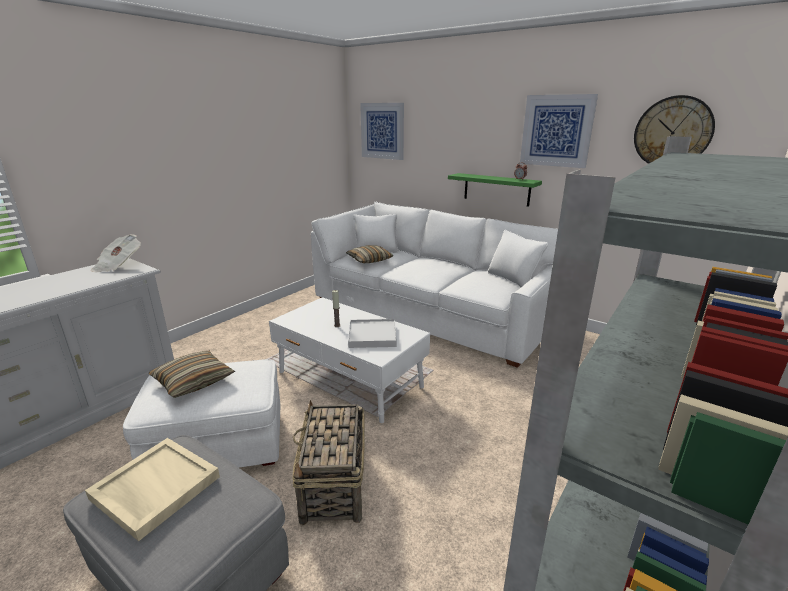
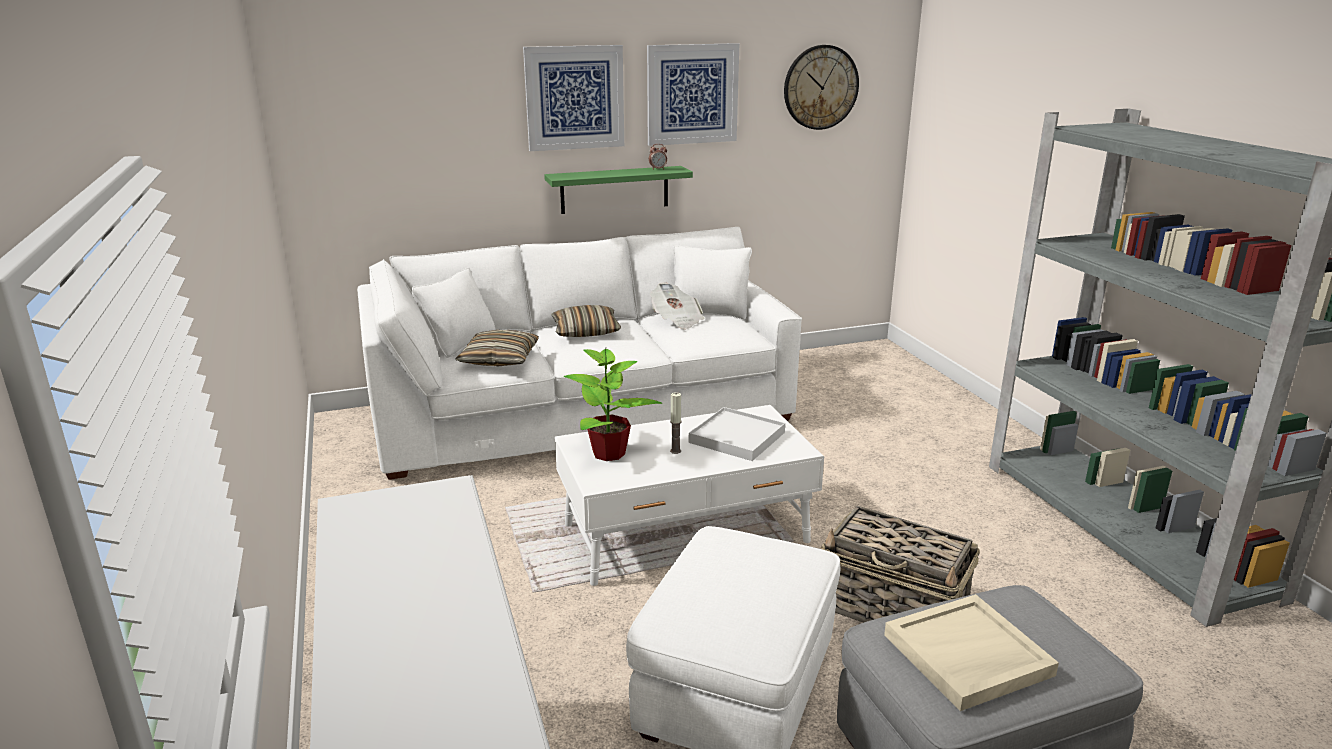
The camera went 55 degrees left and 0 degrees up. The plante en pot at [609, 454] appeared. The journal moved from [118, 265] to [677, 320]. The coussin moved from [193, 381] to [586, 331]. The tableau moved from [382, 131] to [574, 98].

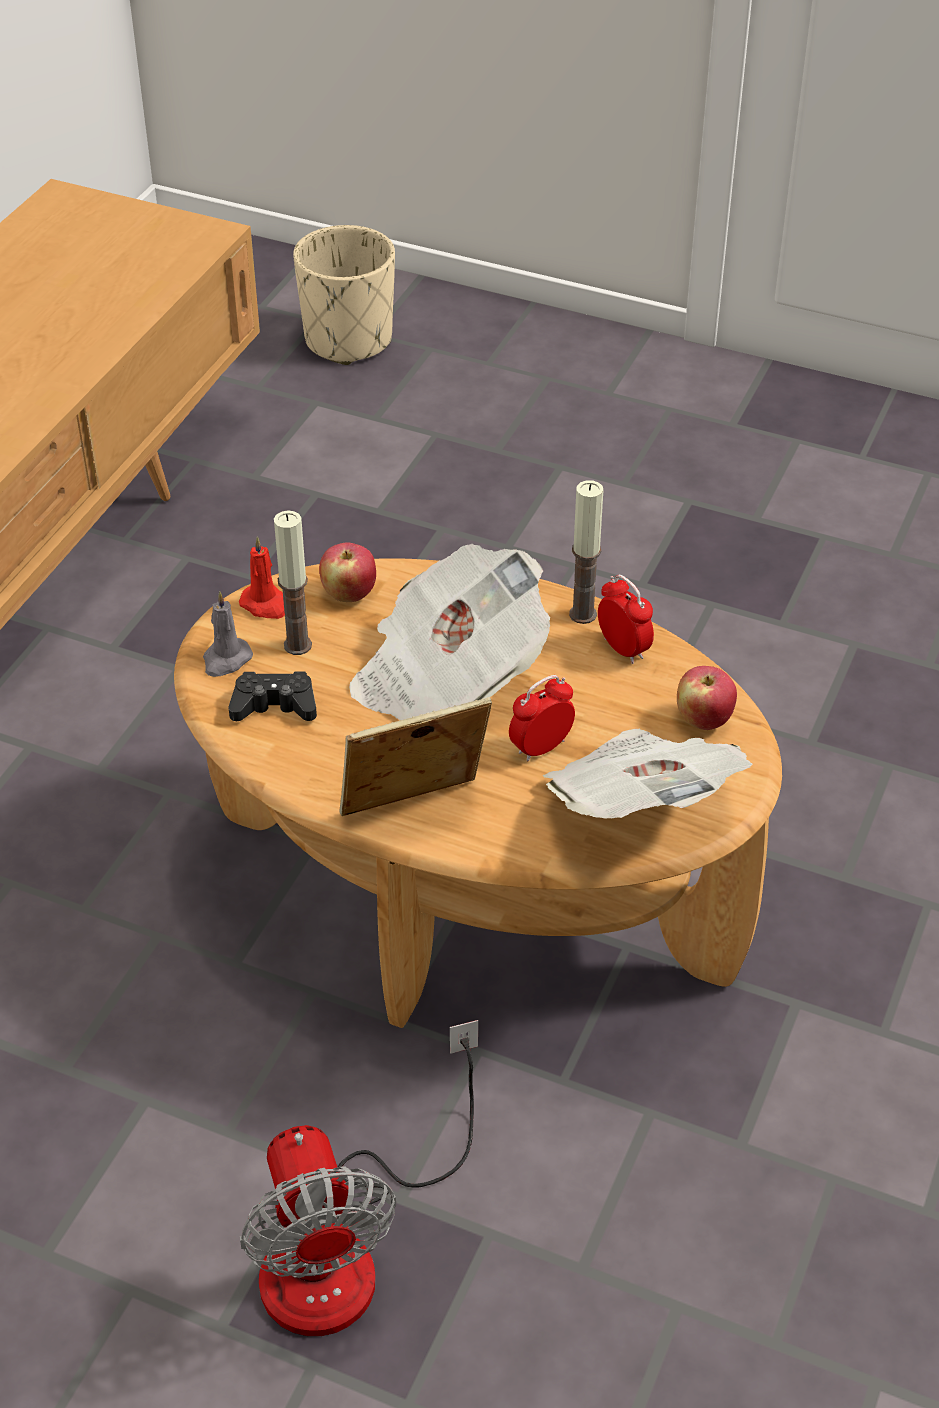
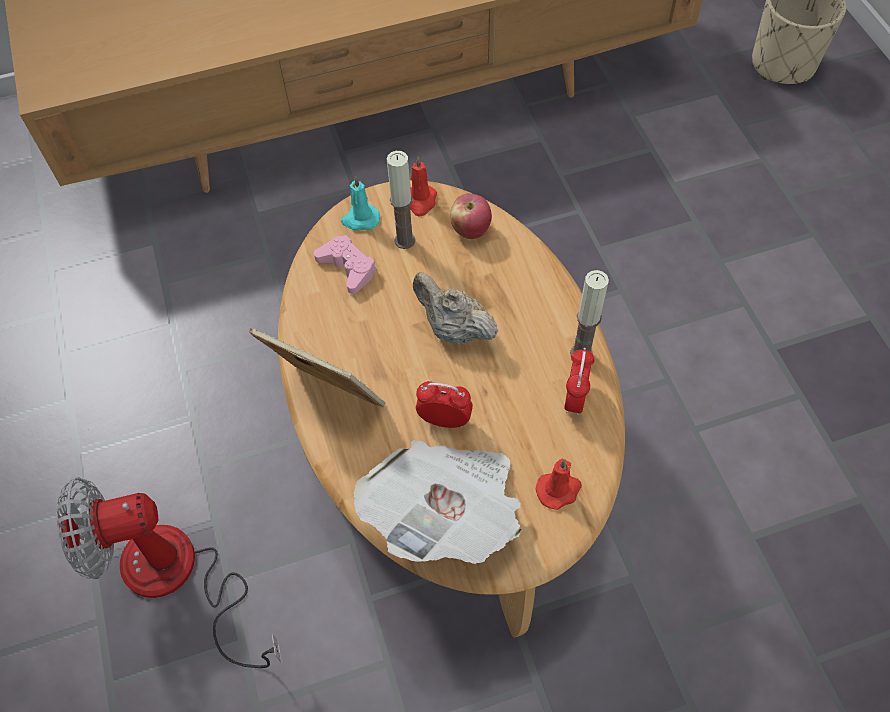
The camera went 50 degrees right and 15 degrees up. The journal at [447, 677] was replaced by the théière (beige) at [453, 329]. The pomme at [703, 719] was replaced by the bougie (rouge) at [559, 490]. The bougie (gris) at [226, 660] became the bougie (turquoise) at [360, 219]. The manette (noir) at [274, 705] became the manette (rose) at [348, 268]. The ventilateur at [346, 1248] turned 45 degrees clockwise.

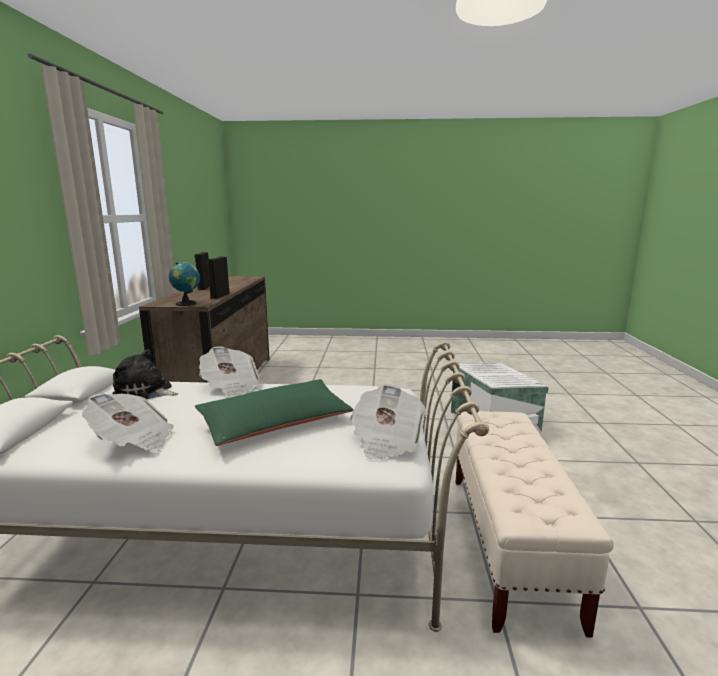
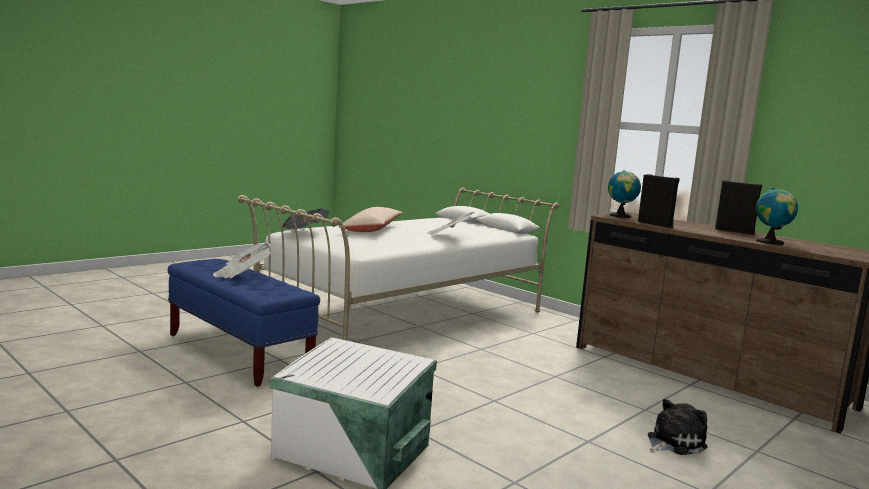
The camera went 130 degrees right and 5 degrees down. The globe at [771, 242] appeared. The journal moved from [133, 440] to [242, 275]. The peluche moved from [145, 392] to [673, 442]. The coussin (vert) at [276, 424] became the coussin (beige) at [371, 229]. The banc (beige) at [508, 543] became the banc (bleu) at [239, 353].

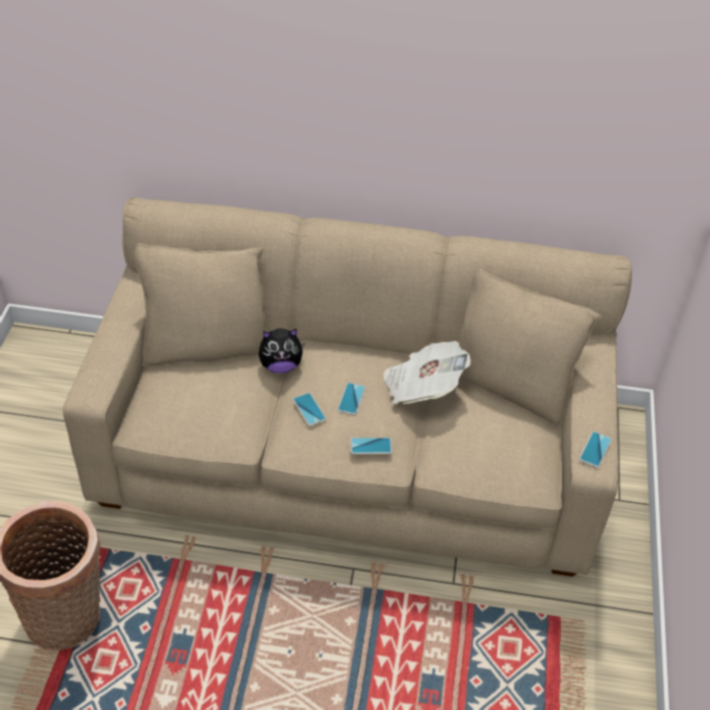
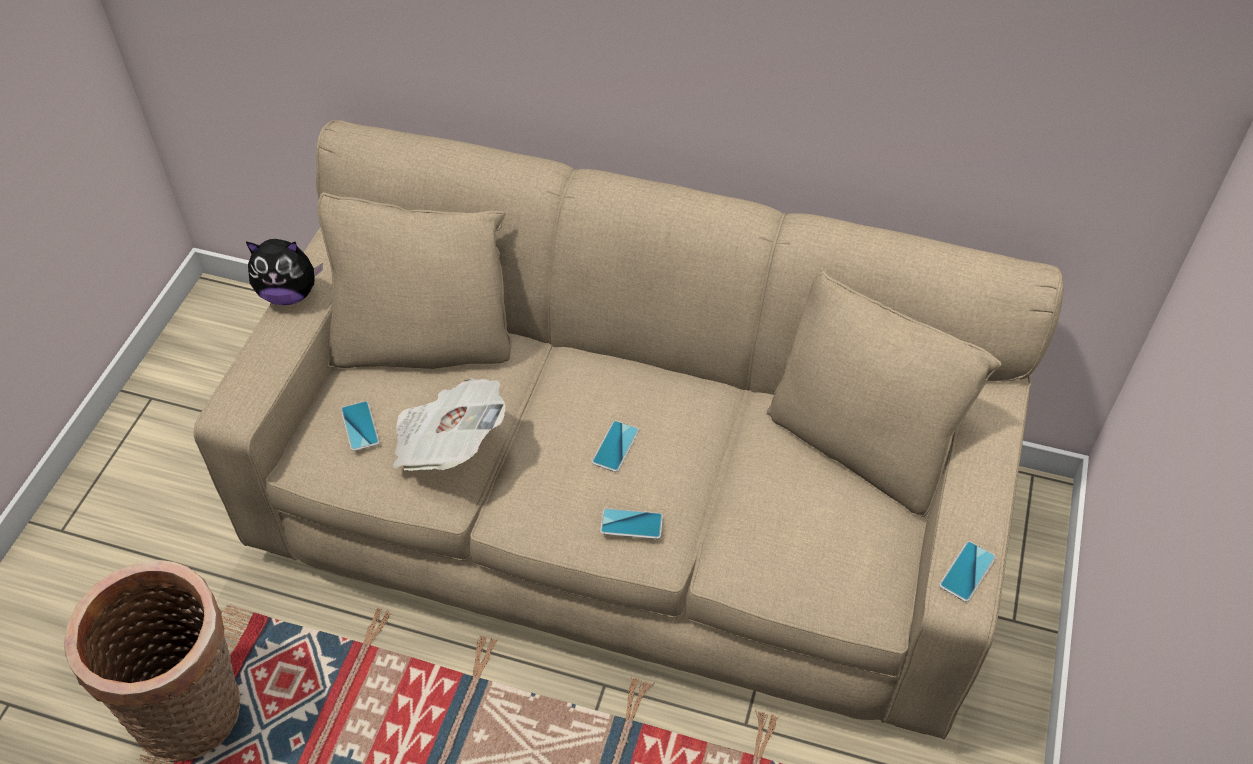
The camera went 10 degrees right and 5 degrees up. The peluche moved from [280, 365] to [289, 294]. The téléphone moved from [309, 409] to [360, 426]. The journal moved from [422, 387] to [448, 443].

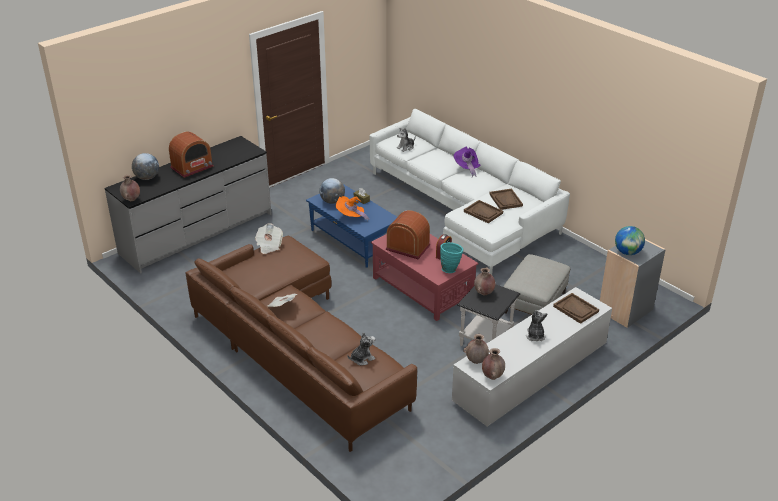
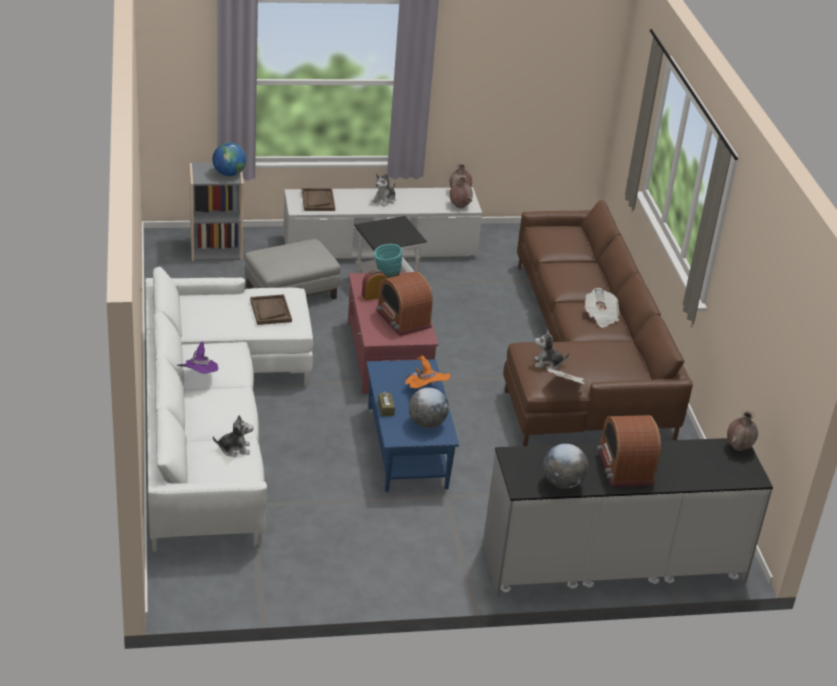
The camera went 150 degrees left and 0 degrees up. The vase (marron) at [484, 293] disappeared. The plateau (marron) at [506, 200] disappeared. The globe moved from [147, 177] to [562, 483]. The peluche moved from [362, 359] to [547, 364]. The radio at [192, 167] turned 90 degrees counterclockwise.

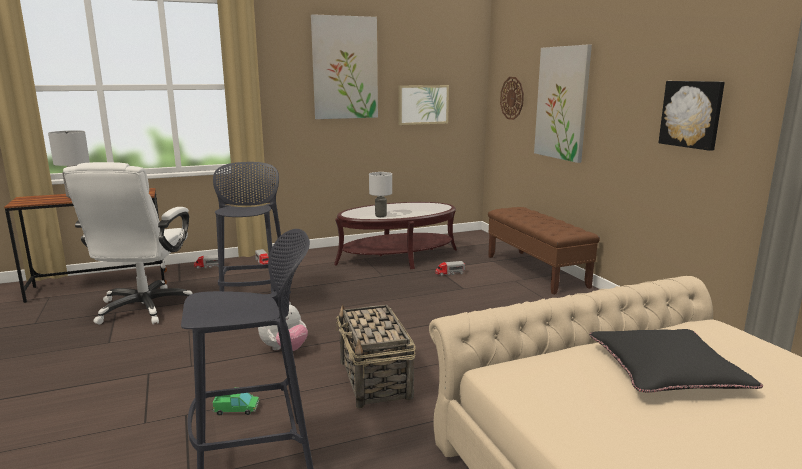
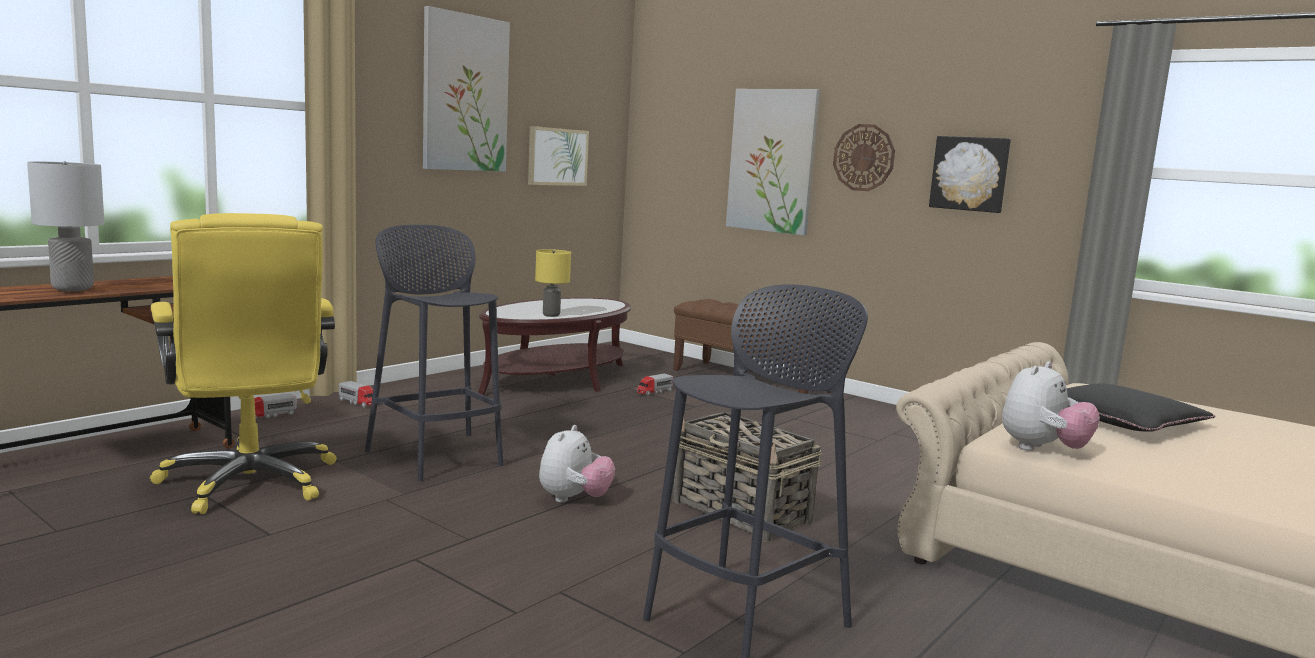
The camera went 30 degrees left and 5 degrees down. The camion jouet at [236, 409] disappeared. The peluche at [1042, 449] appeared. The horloge murale moved from [512, 98] to [864, 157]. The chaise de bureau (blanc) at [145, 307] became the chaise de bureau (jaune) at [250, 481]. The lampe de table (blanc) at [381, 216] became the lampe de table (jaune) at [552, 315].

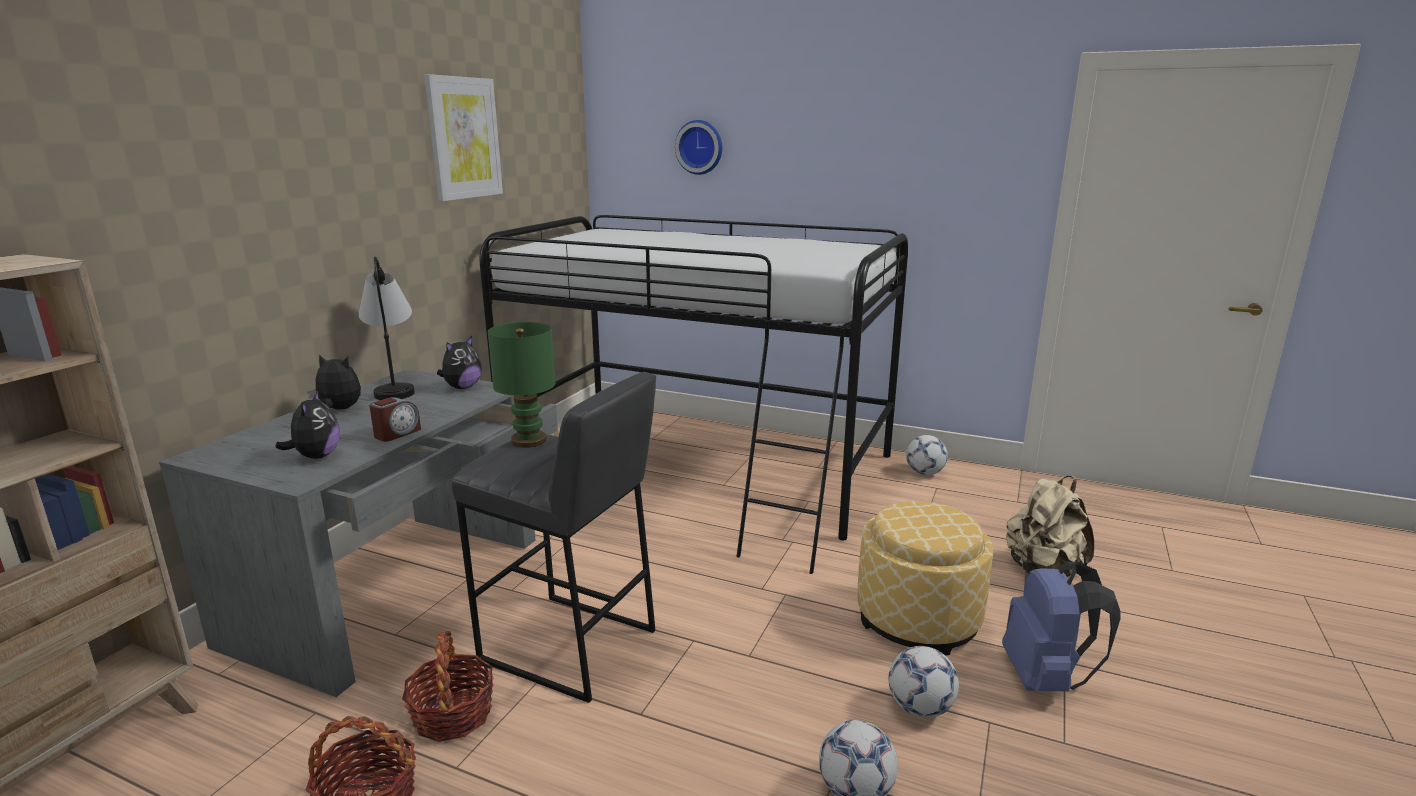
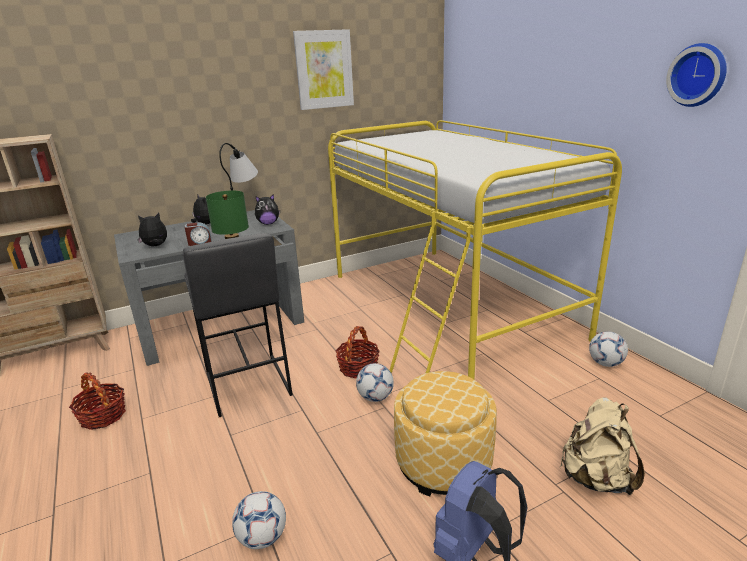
The camera went 40 degrees right and 5 degrees up. The panier moved from [452, 714] to [358, 368]. The horloge murale moved from [700, 147] to [698, 75]. The ballon de foot moved from [920, 708] to [375, 397]. The lit (noir) at [701, 465] became the lit (jaune) at [447, 306]. The peluche at [316, 456] turned 150 degrees counterclockwise.

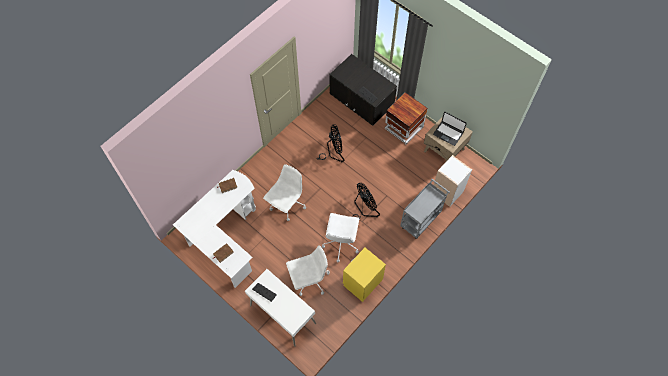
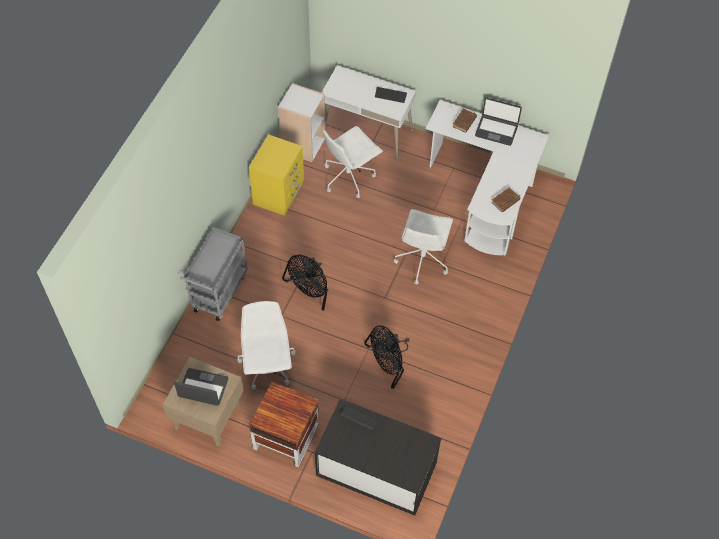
The camera went 160 degrees right and 5 degrees down. The ordinateur portable at [496, 130] appeared. The chaise de bureau (blanc) moved from [341, 243] to [268, 368]. The bibliothèque moved from [447, 192] to [303, 144].

